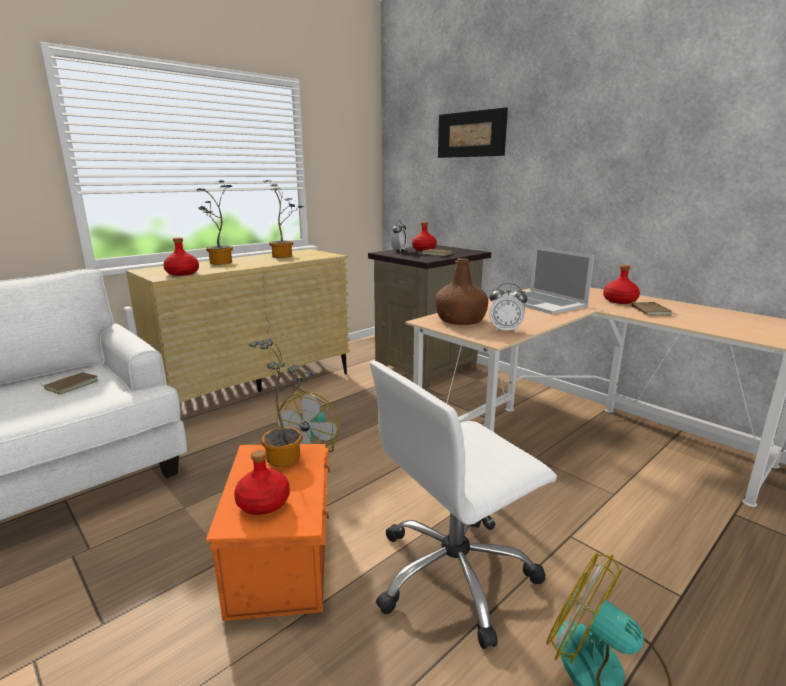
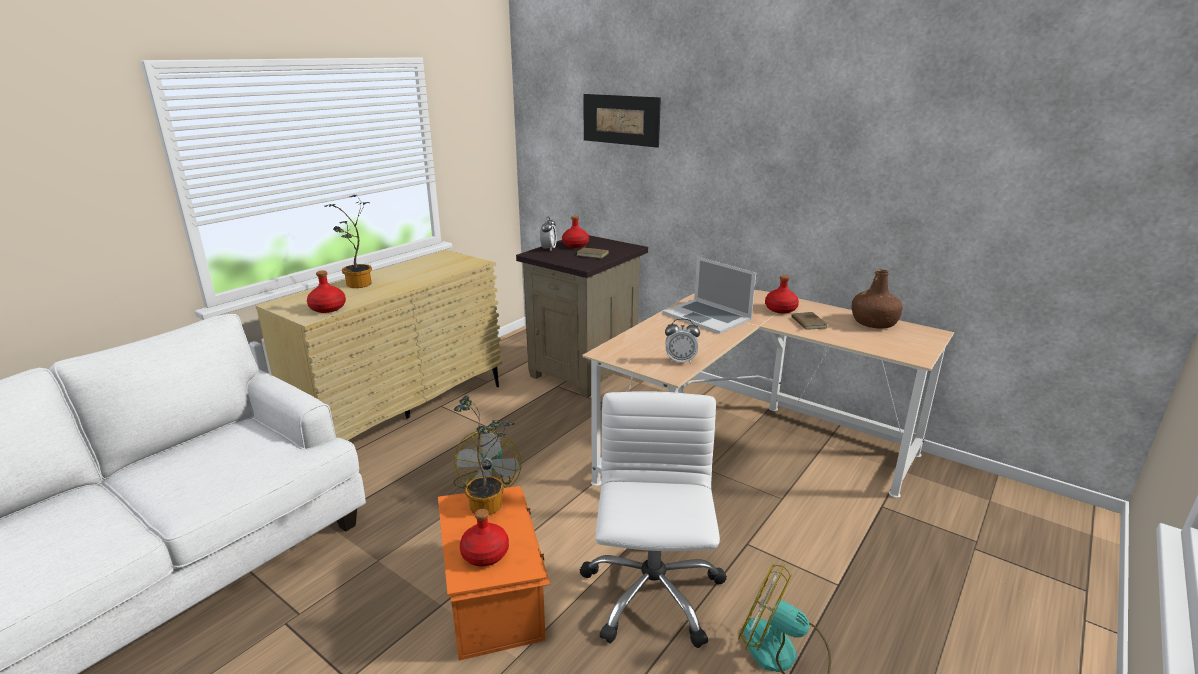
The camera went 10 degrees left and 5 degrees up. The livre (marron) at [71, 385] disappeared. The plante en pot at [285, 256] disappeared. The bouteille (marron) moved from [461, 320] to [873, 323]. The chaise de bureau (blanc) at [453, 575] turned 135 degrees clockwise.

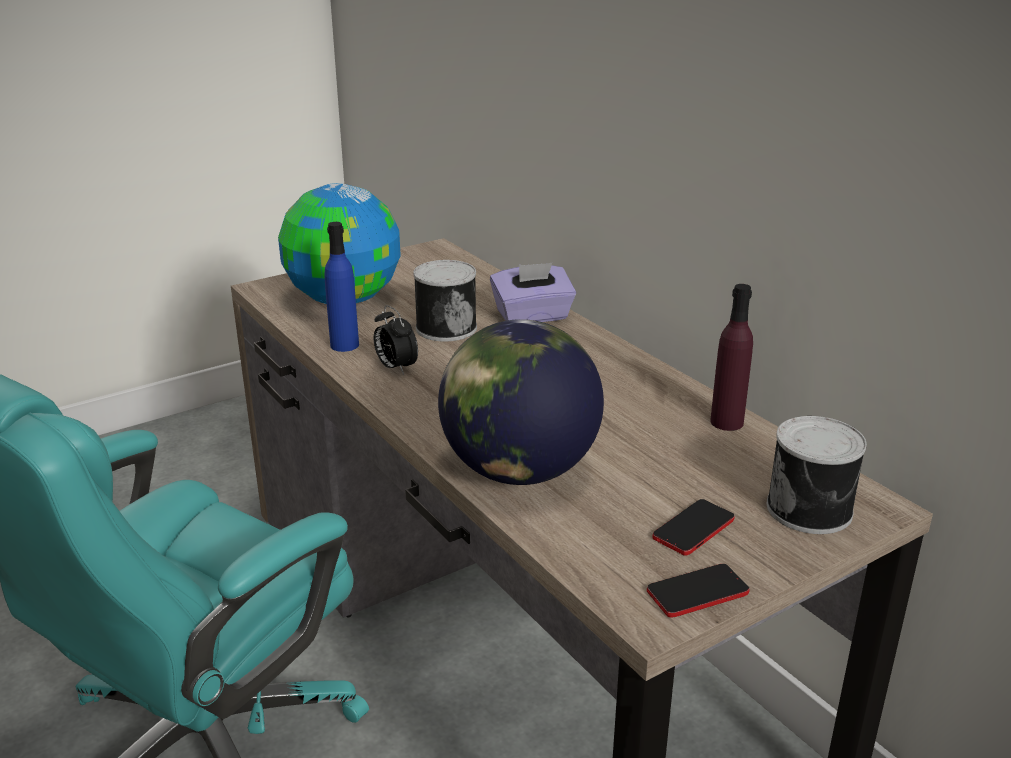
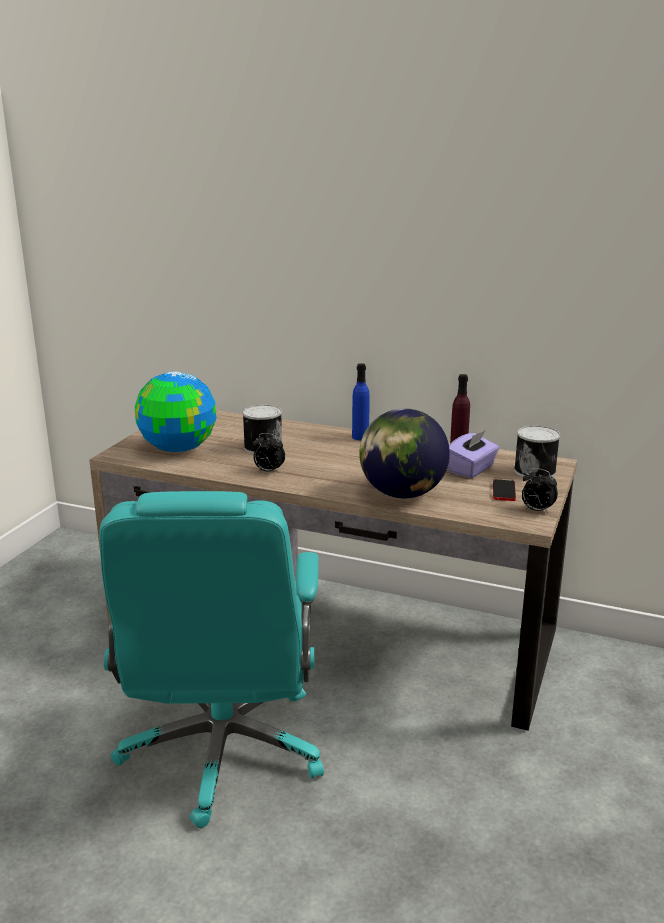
The camera went 35 degrees left and 5 degrees down. The bouteille (bleu) moved from [344, 345] to [360, 437]. The boîte à mouchoirs (violet) moved from [532, 316] to [471, 469]. The téléphone at [697, 592] was replaced by the réveil at [536, 510].

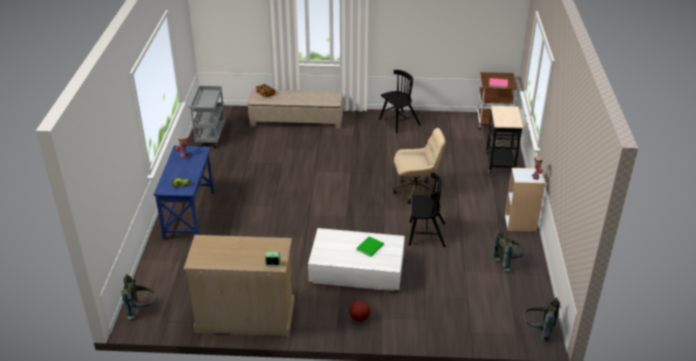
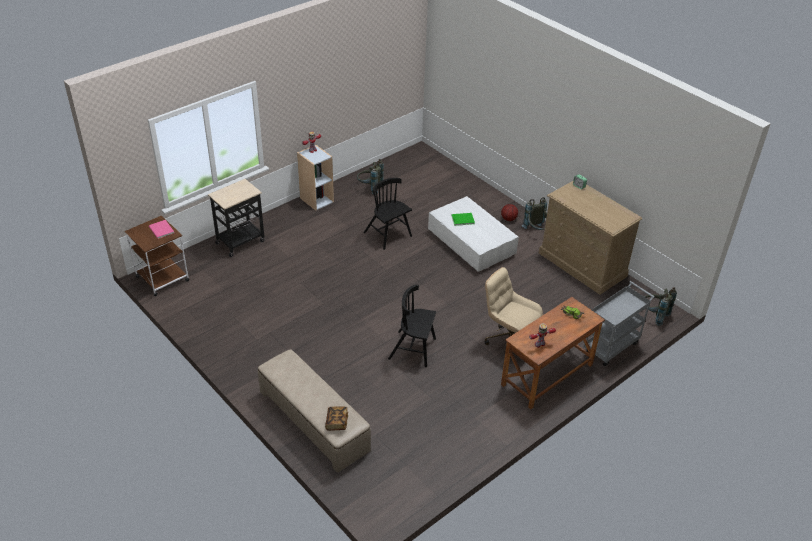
The camera went 135 degrees left and 5 degrees up. The chariot (gris) moved from [210, 138] to [612, 347]. The chaise (noir) moved from [397, 123] to [415, 349]. The chaise de bureau (beige) moved from [416, 191] to [508, 342]. The sac à dos (gris) moved from [537, 330] to [536, 231]. The bureau (bleu) at [189, 214] became the bureau (marron) at [547, 375].

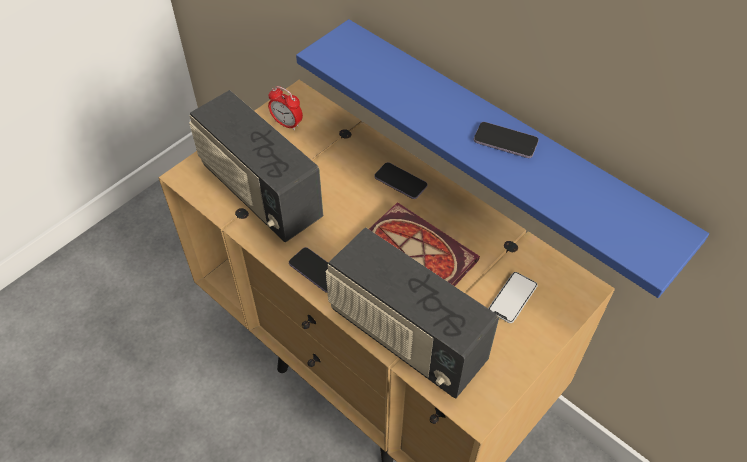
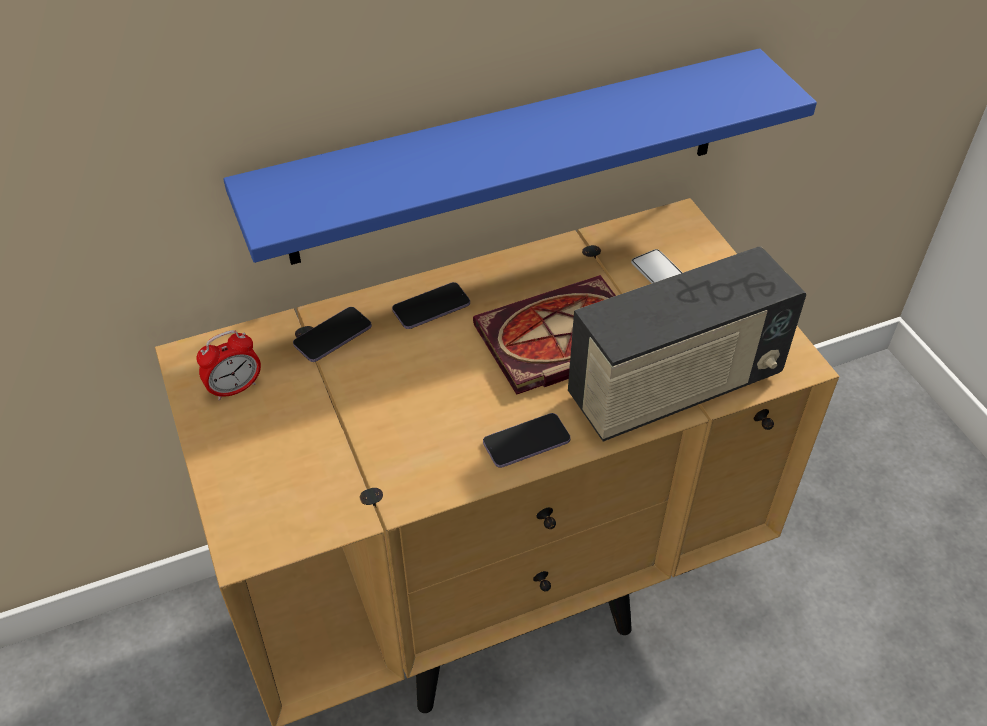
The camera went 65 degrees left and 5 degrees down. The radio at [260, 193] disappeared. The téléphone moved from [505, 141] to [333, 336].

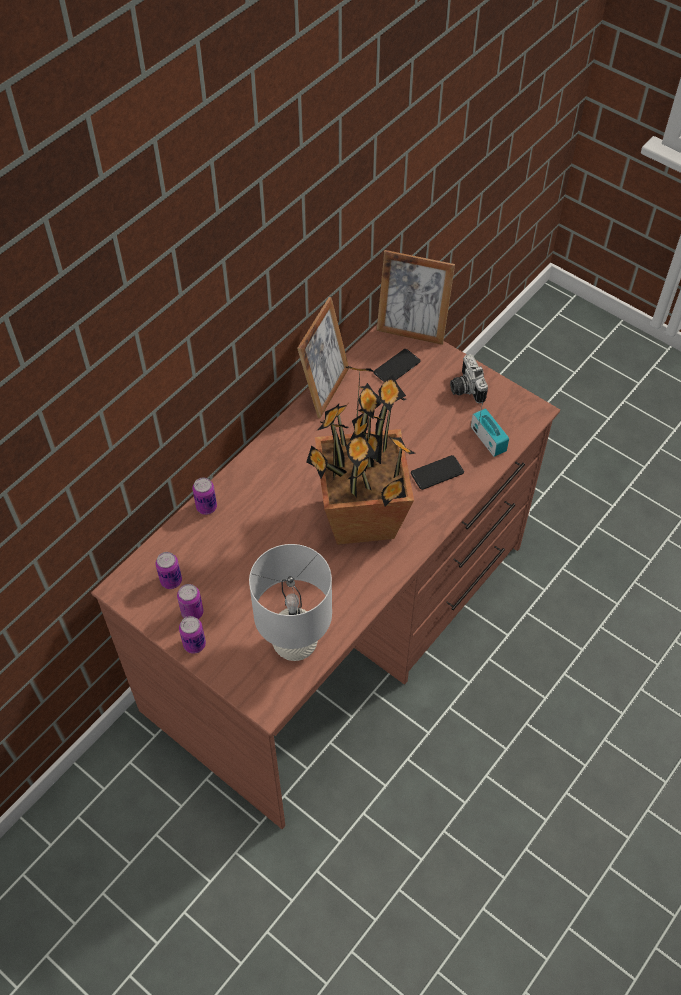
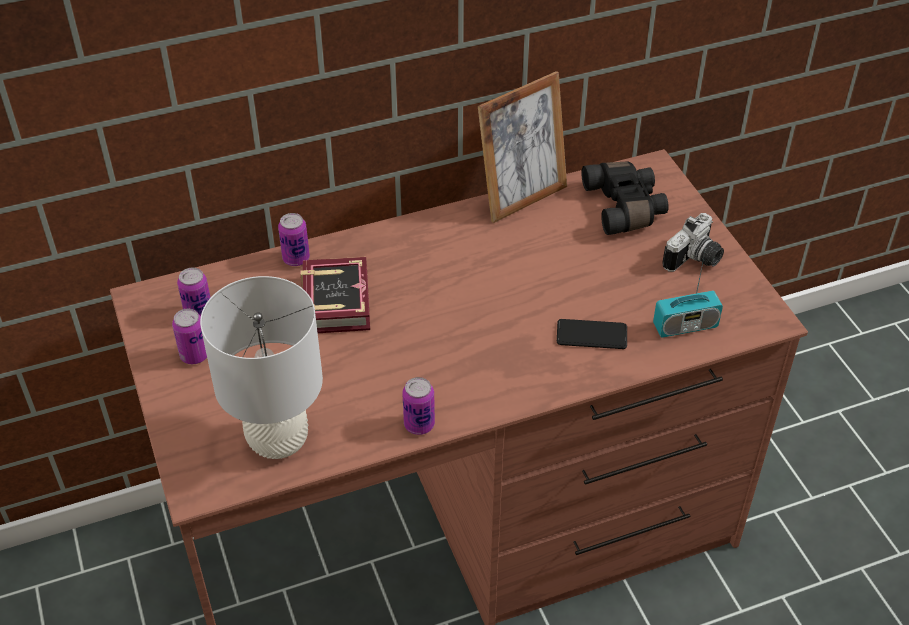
The camera went 30 degrees right and 10 degrees down. The plante en pot at [360, 518] disappeared. The cadre photo at [412, 330] disappeared. The livre at [338, 299] appeared. The boîte métallique moved from [194, 644] to [419, 424]. The téléphone at [397, 367] was replaced by the jumelles (noir) at [626, 207]. The appareil photo at [465, 388] turned 150 degrees counterclockwise. The radio at [488, 439] turned 75 degrees clockwise.

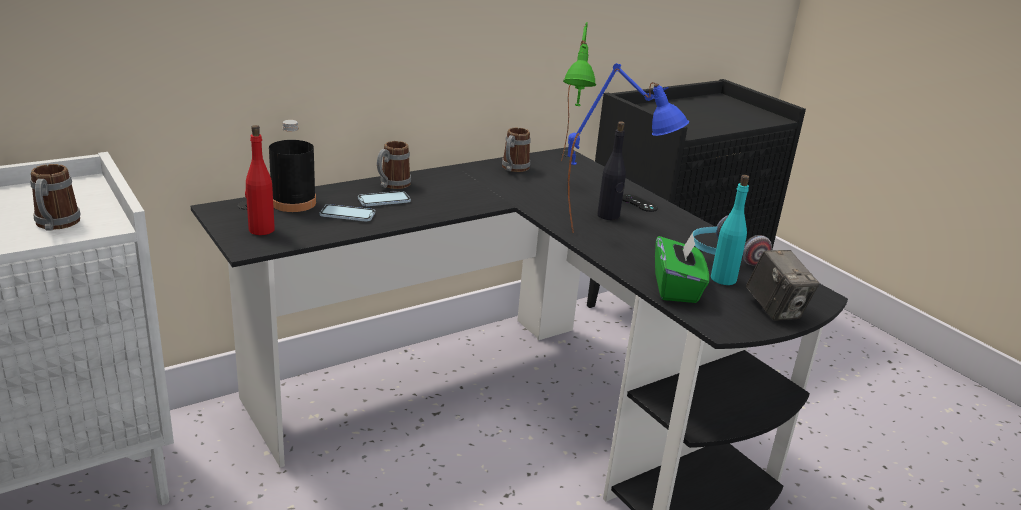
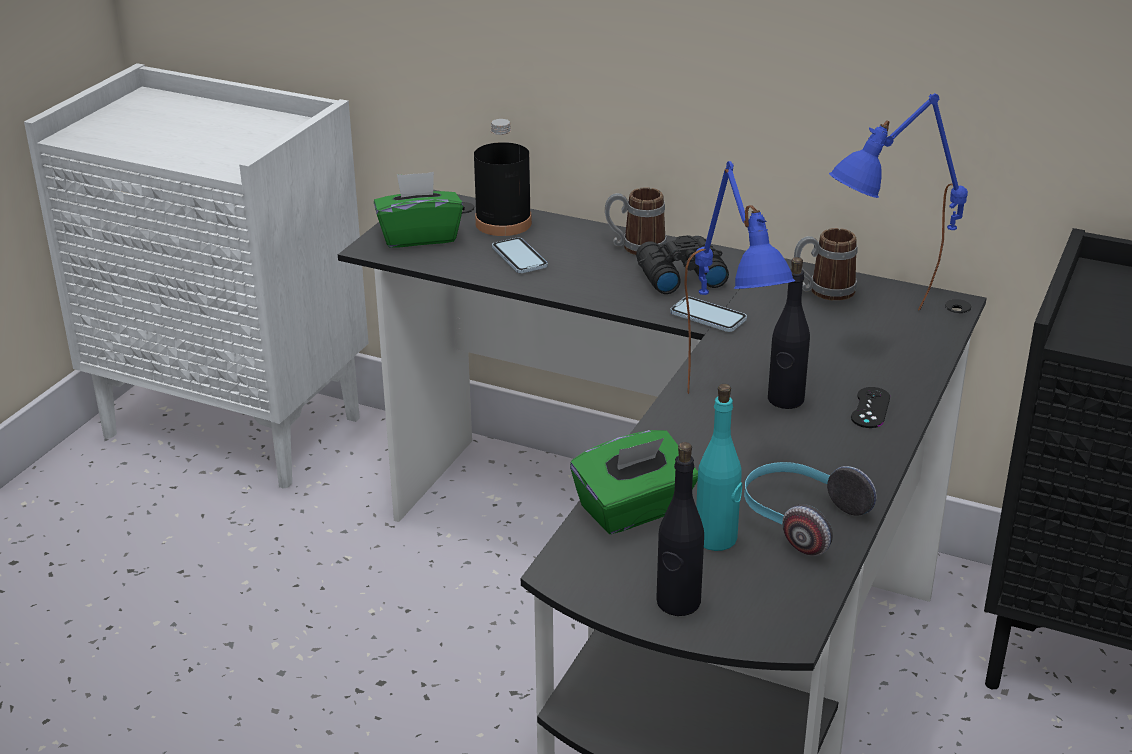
The camera went 60 degrees right and 5 degrees up. The mug at [55, 225] disappeared. The jumelles (noir) at [679, 276] appeared. The téléphone moved from [384, 200] to [708, 317]. The bouteille (rouge) at [261, 230] was replaced by the boîte à mouchoirs (vert) at [419, 236]. The appareil photo at [775, 310] was replaced by the bouteille (noir) at [678, 603]. The lampe de table (vert) at [570, 173] became the lampe de table (bleu) at [885, 330].

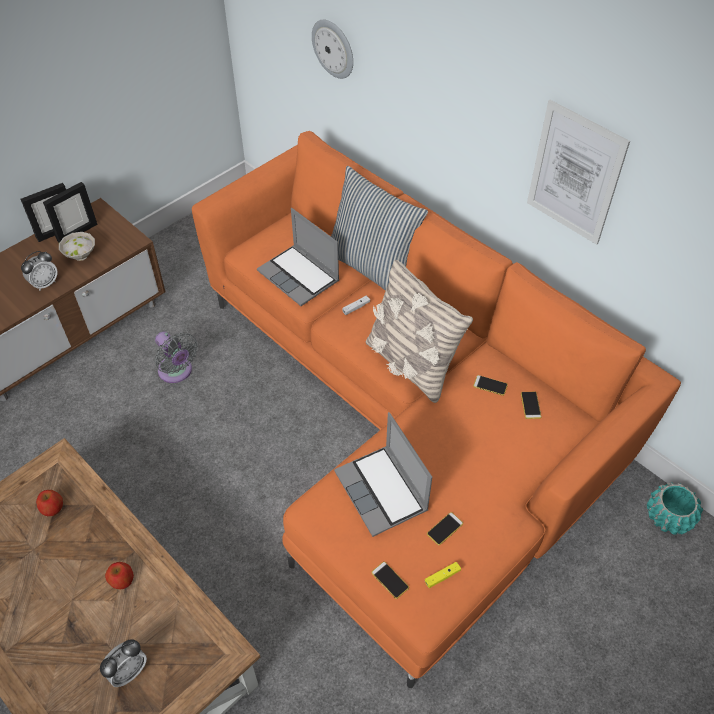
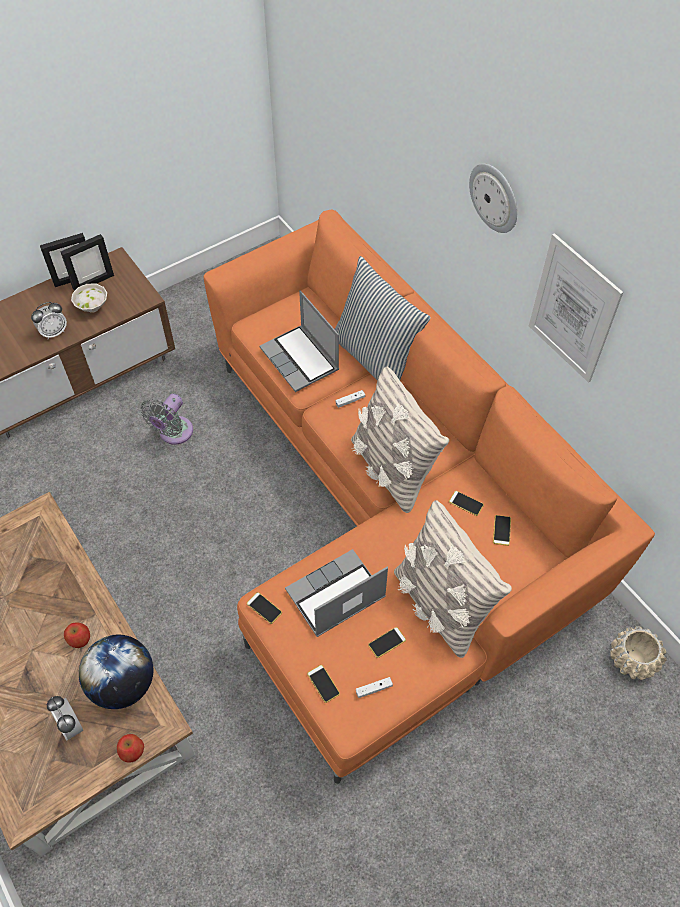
The camera went 10 degrees right and 5 degrees up. The globe at [123, 684] appeared. The téléphone at [264, 608] appeared. The coussin (beige) at [440, 605] appeared. The pomme moved from [52, 507] to [132, 751]. The horloge murale moved from [333, 48] to [495, 197]. The manette (jaune) at [442, 577] became the manette (blanc) at [374, 689]. The cache-pot (turquoise) at [669, 517] became the cache-pot (beige) at [633, 660]. The réveil at [128, 671] turned 90 degrees clockwise. The ventilateur (gris) at [177, 372] turned 60 degrees clockwise. The ordinateur portable at [382, 492] turned 75 degrees clockwise.

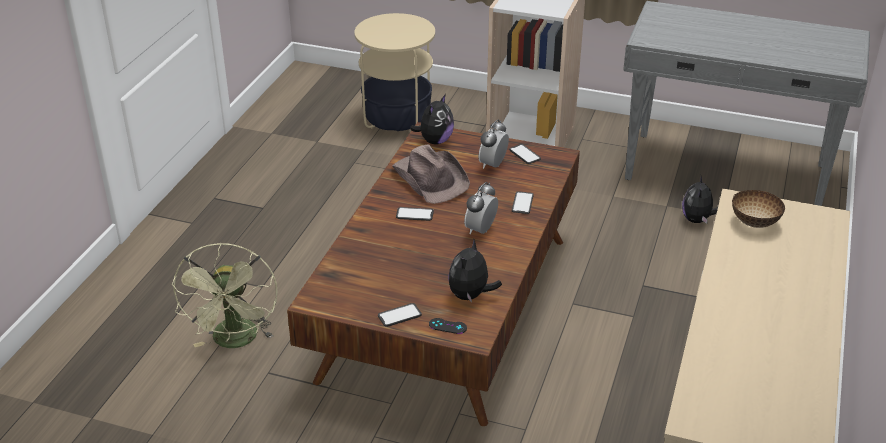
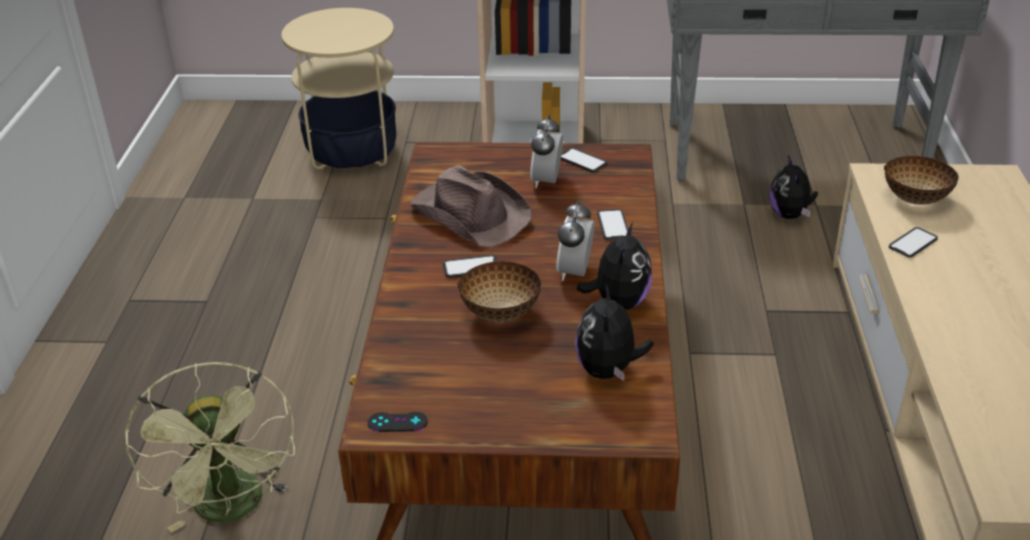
The camera went 15 degrees left and 0 degrees up. The bol at [501, 313] appeared. The téléphone moved from [399, 315] to [913, 243]. The peluche moved from [435, 141] to [618, 302]. The manette (noir) moved from [447, 326] to [397, 422].

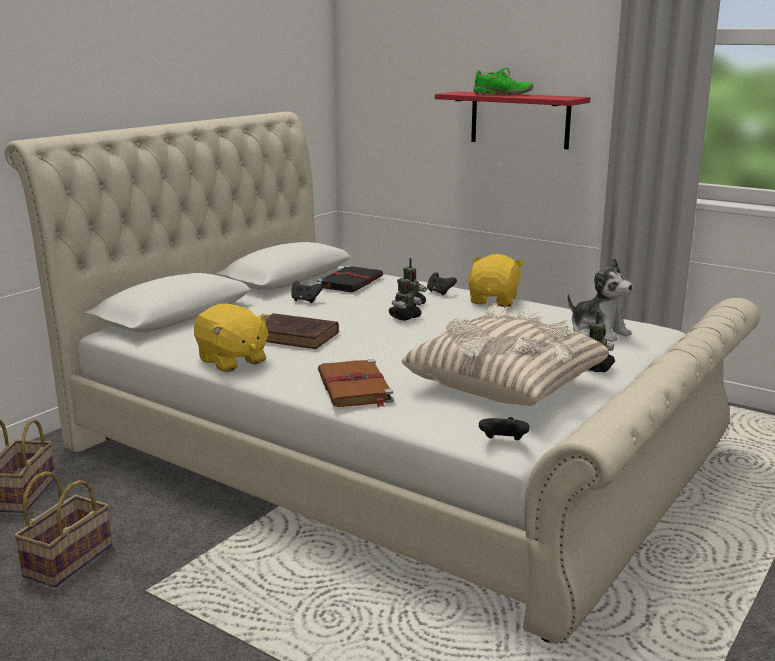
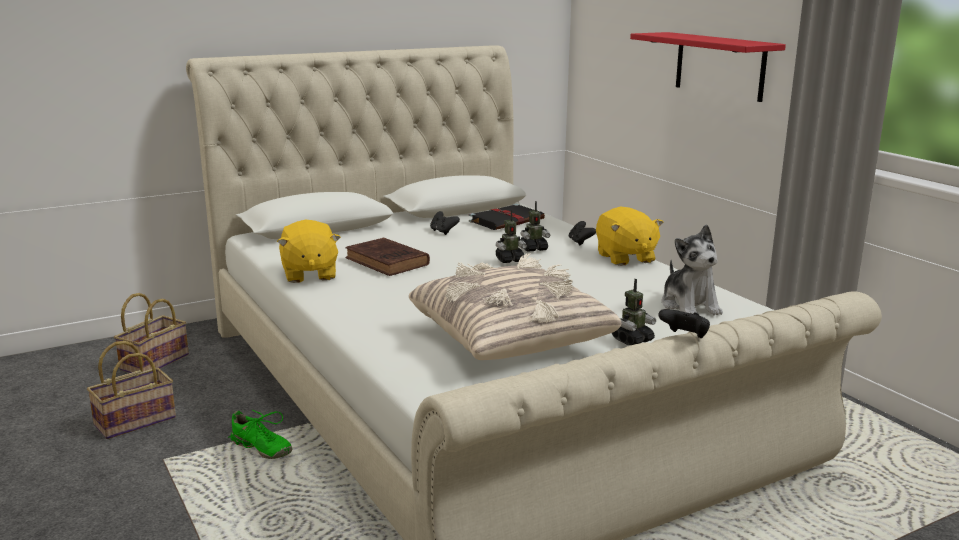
The camera went 25 degrees right and 0 degrees up. The livre (marron) at [355, 388] disappeared. The chaussure (vert) moved from [502, 94] to [261, 448]. The manette (noir) moved from [503, 442] to [684, 337]. The peluche (jaune) at [494, 300] turned 120 degrees clockwise.

